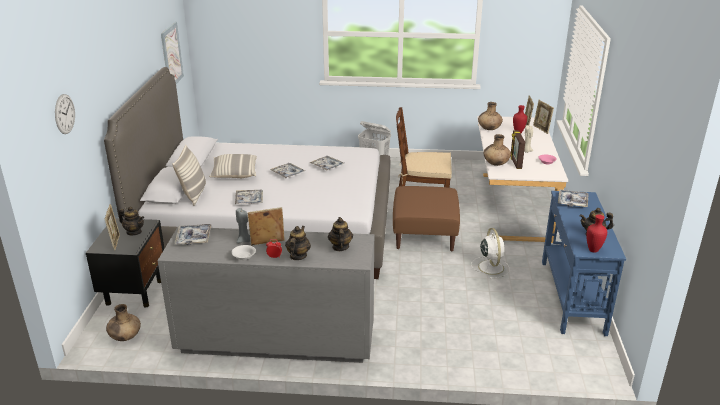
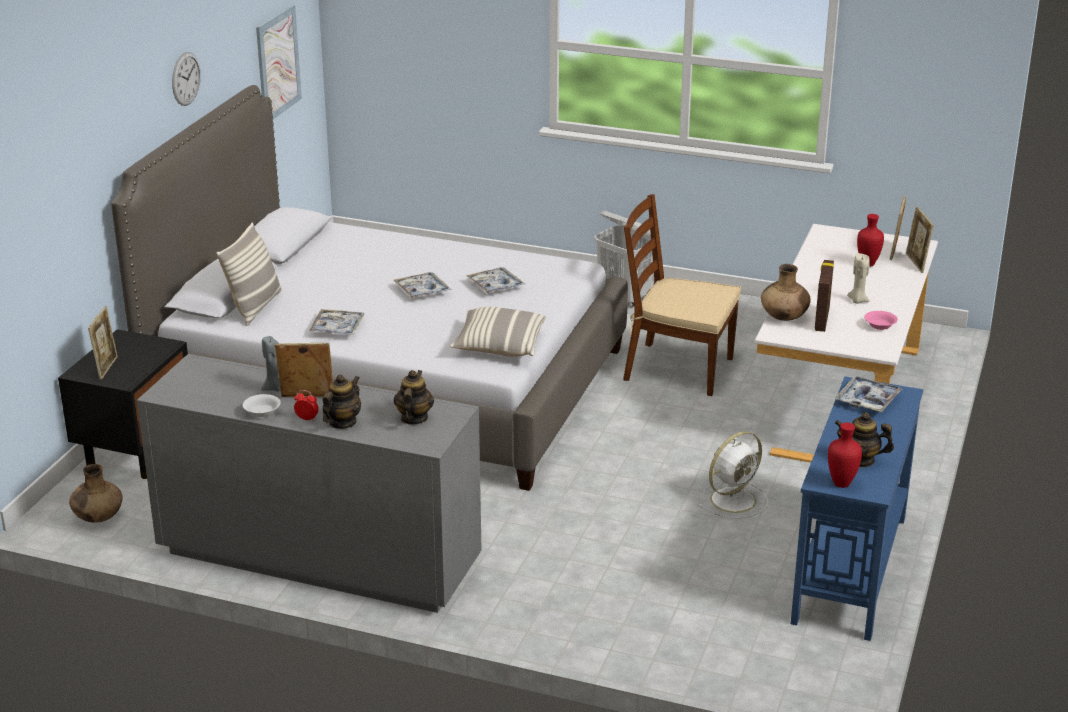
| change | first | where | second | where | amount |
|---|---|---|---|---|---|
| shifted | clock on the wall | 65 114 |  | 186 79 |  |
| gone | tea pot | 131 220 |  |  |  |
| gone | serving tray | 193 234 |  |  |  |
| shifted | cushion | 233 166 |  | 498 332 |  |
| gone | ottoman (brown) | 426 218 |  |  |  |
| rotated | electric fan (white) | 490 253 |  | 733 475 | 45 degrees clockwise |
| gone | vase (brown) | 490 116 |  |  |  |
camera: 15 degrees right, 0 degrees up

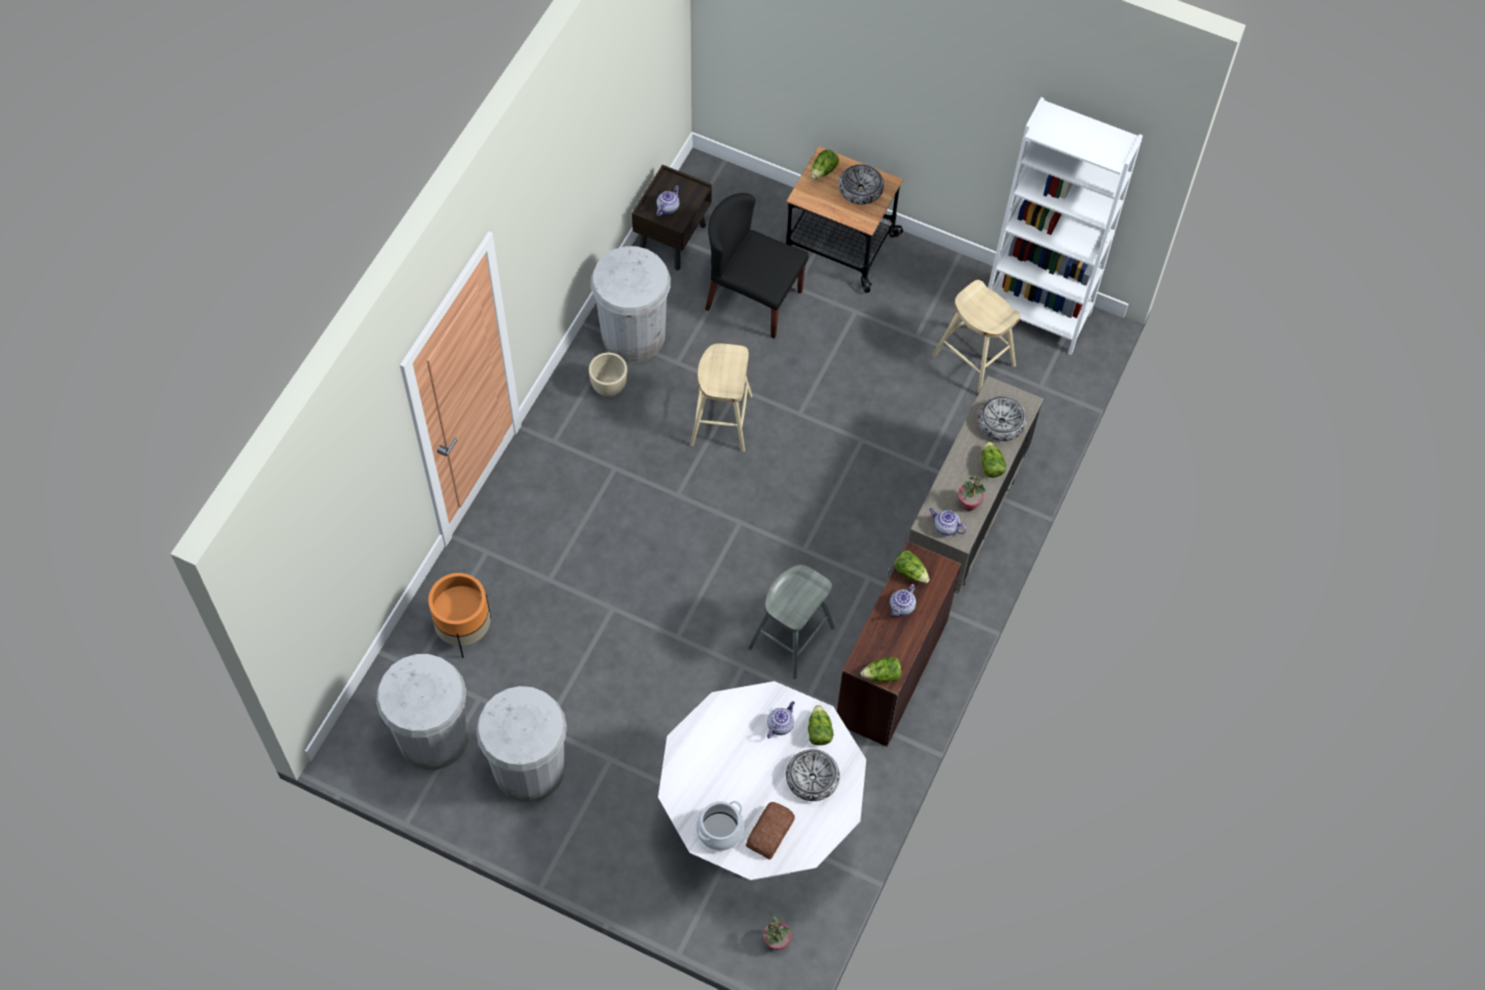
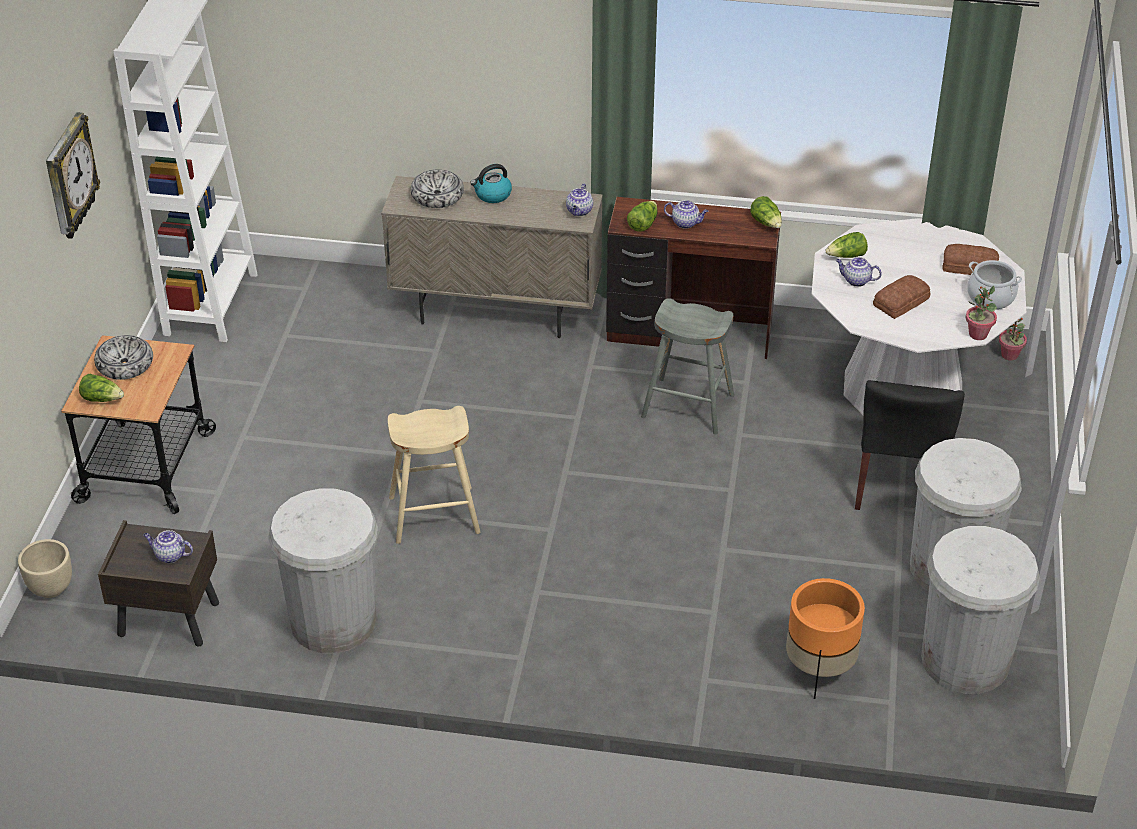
| change | first | where | second | where | amount |
|---|---|---|---|---|---|
| shifted | planter (sand-coloured) | 608 374 |  | 45 568 |  |
| shifted | plain chair (black) | 757 266 |  | 910 445 |  |
| gone | deep dish | 813 775 |  |  |  |
| gone | stool seat (sand-coloured) | 976 336 |  |  |  |
| shifted | houseplant | 972 493 |  | 981 313 |  |
| swapped | head of lettuce | 993 459 | water kettle | 491 183 |  |
| new |  |  | clock on the wall | 73 175 |  |
| new |  |  | bread | 901 297 |  |
camera: 105 degrees left, 20 degrees down

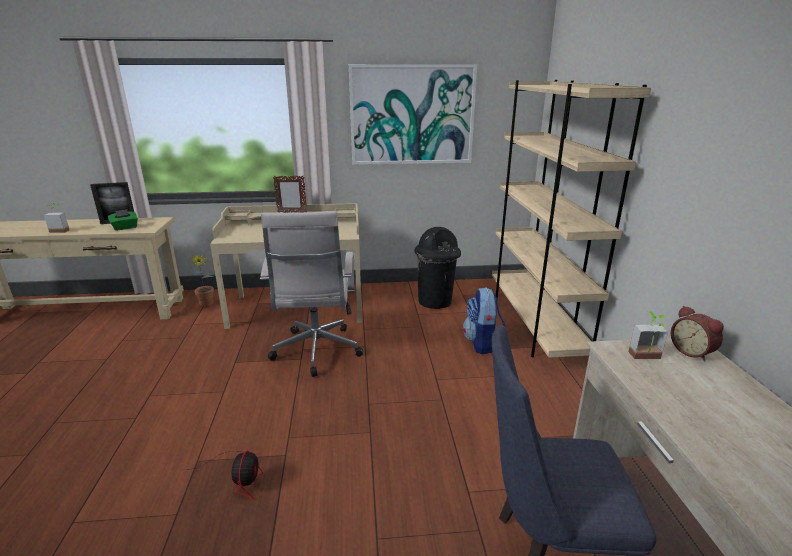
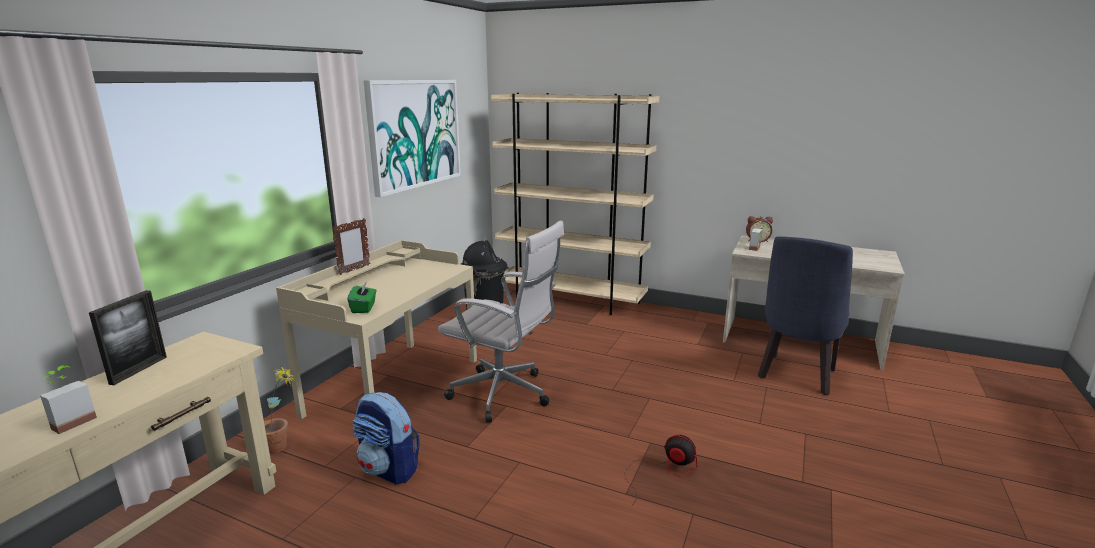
| change | first | where | second | where | amount |
|---|---|---|---|---|---|
| shifted | tissue holder (green-coloured) | 123 220 |  | 362 297 |  |
| shifted | rucksack | 484 320 |  | 385 438 |  |
camera: 60 degrees left, 5 degrees down

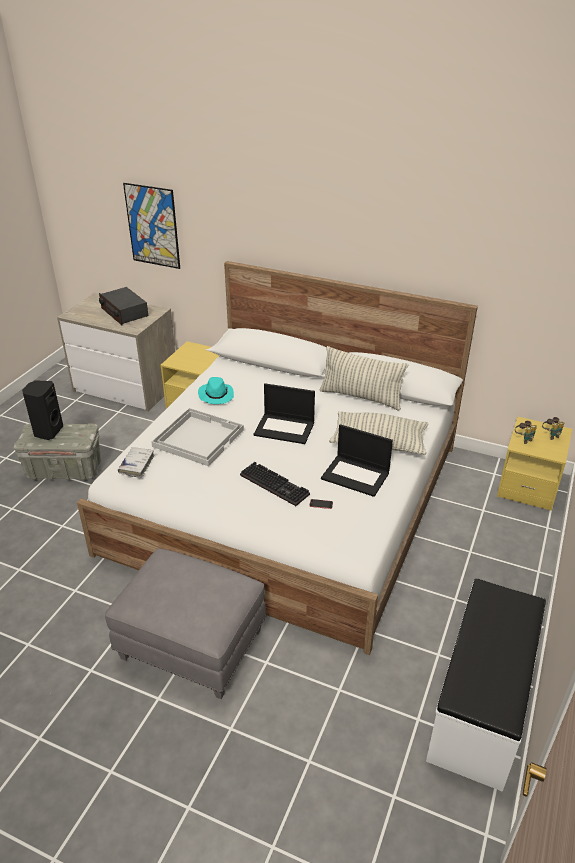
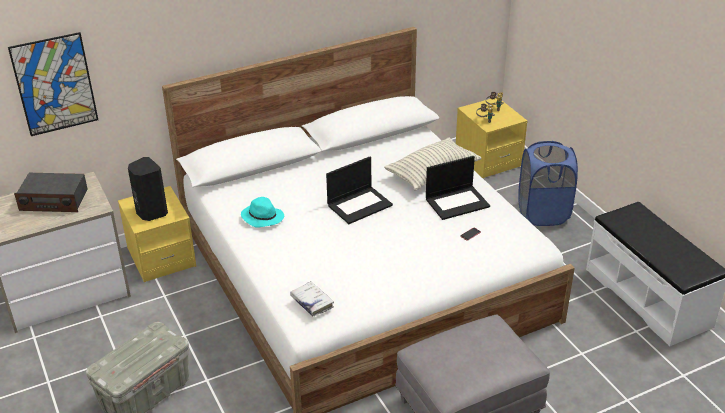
| change | first | where | second | where | amount |
|---|---|---|---|---|---|
| shifted | speaker (black) | 42 410 |  | 148 189 |  |
| gone | serving tray (white) | 197 437 |  |  |  |
| gone | computer keyboard | 275 483 |  |  |  |
| gone | cushion | 364 378 |  |  |  |
| new |  |  | laundry basket (blue-coloured) | 548 183 |  |
camera: 50 degrees left, 0 degrees up

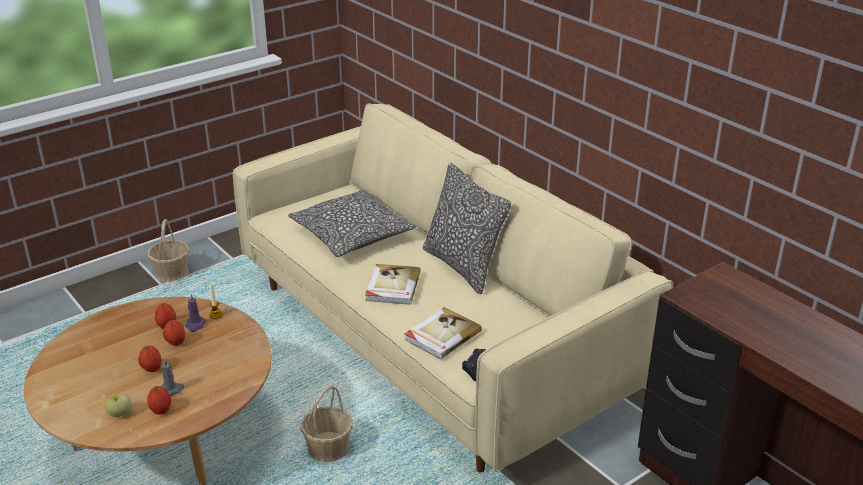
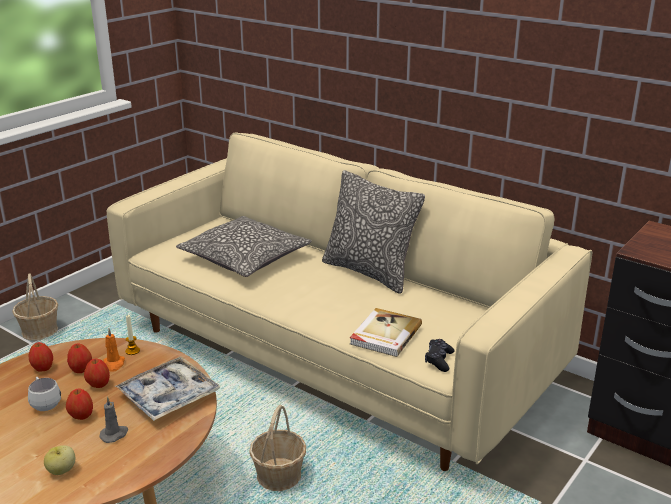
| change | first | where | second | where | amount |
|---|---|---|---|---|---|
| shifted | whole apple | 159 400 |  | 40 357 |  |
| repainted | candle (purple) | 196 313 | candle (orangey) | 114 350 |  |
| gone | book | 393 284 |  |  |  |
| new |  |  | mug (white) | 44 394 |  |
| new |  |  | serving tray | 168 388 |  |
camera: 15 degrees left, 5 degrees down

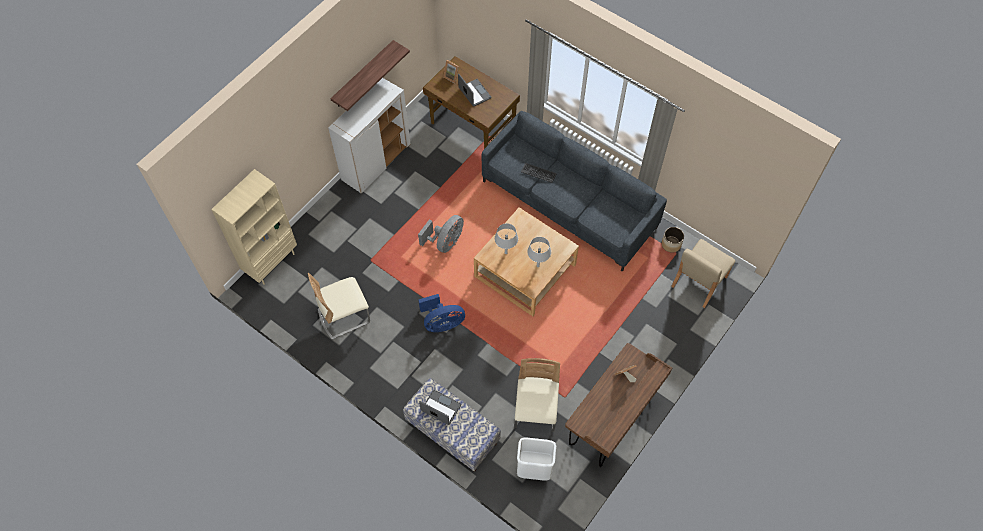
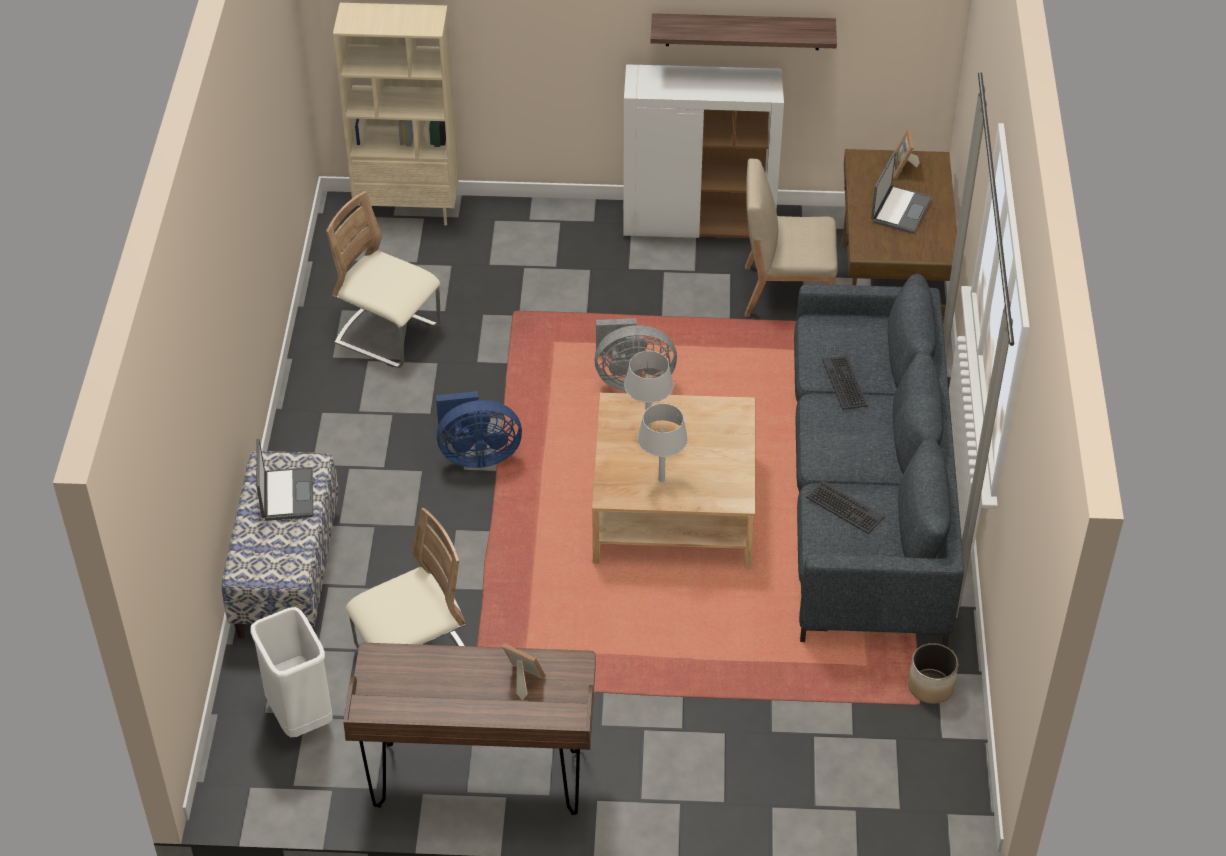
| change | first | where | second | where | amount |
|---|---|---|---|---|---|
| rotated | electric fan (blue-coloured) | 441 313 |  | 479 429 | 45 degrees counterclockwise |
| shifted | plain chair (sand-coloured) | 703 273 |  | 791 238 |  |
| new |  |  | computer keyboard | 845 507 |  |
camera: 55 degrees right, 15 degrees down

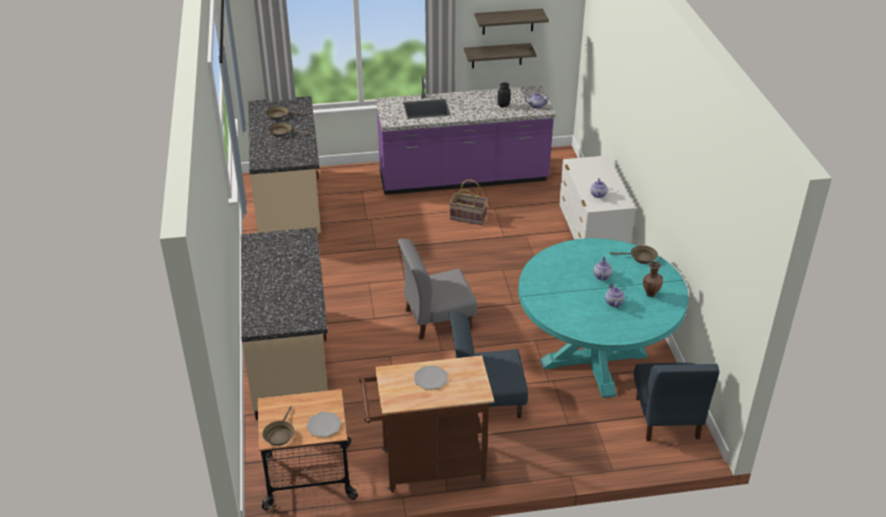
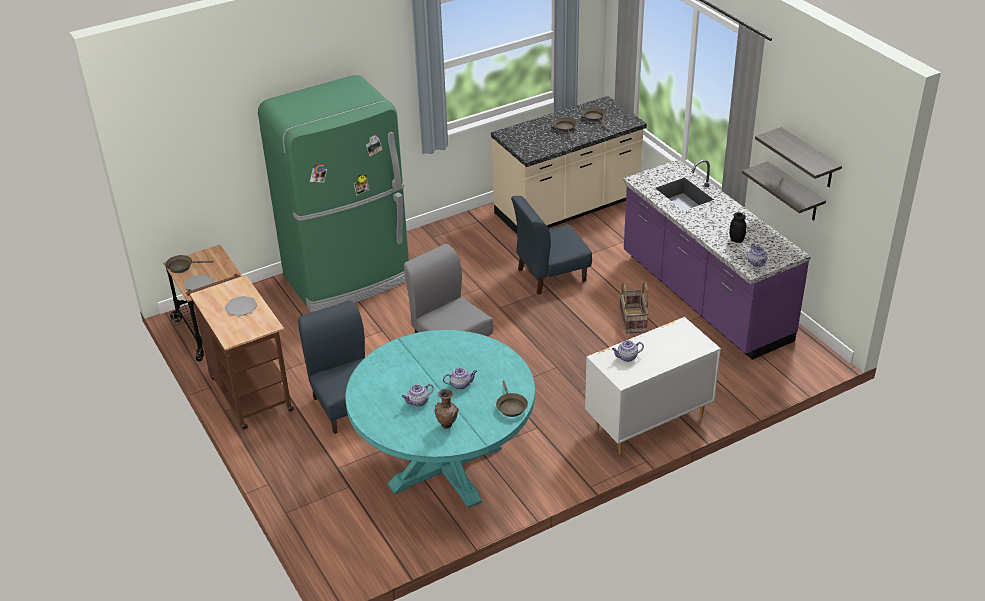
| change | first | where | second | where | amount |
|---|---|---|---|---|---|
| swapped | kitchen base unit (sand-coloured) | 284 323 | fridge (green-coloured) | 333 193 |  |
| shifted | plain chair (blue-coloured) | 676 402 |  | 551 245 |  |
camera: 70 degrees right, 0 degrees up

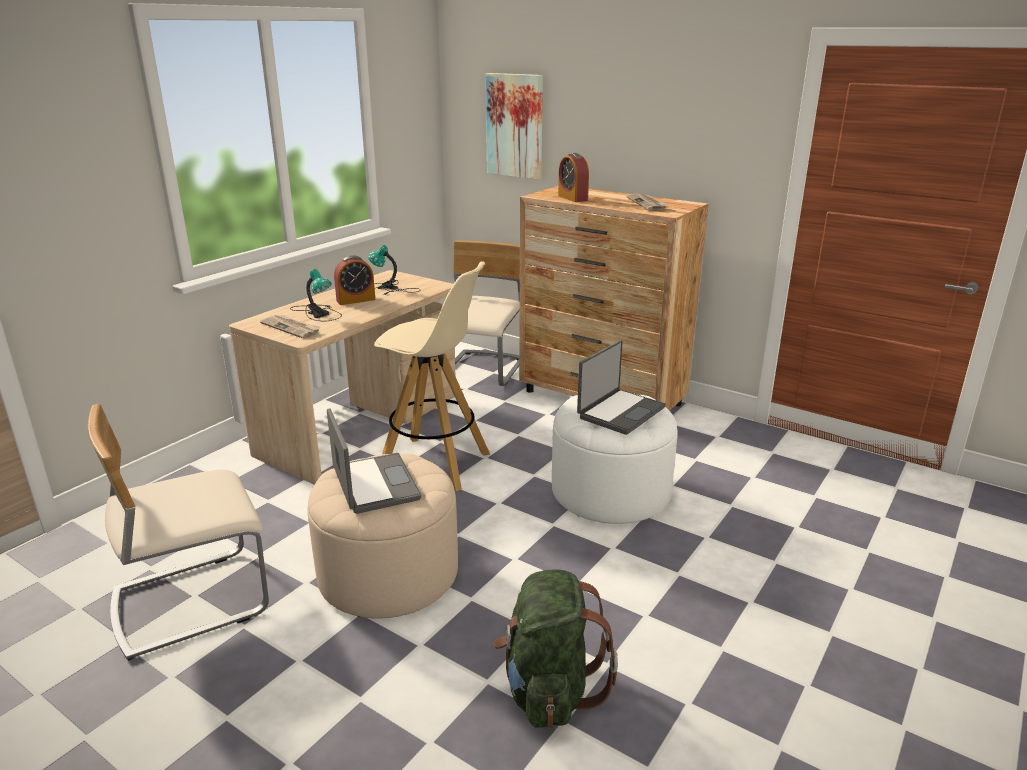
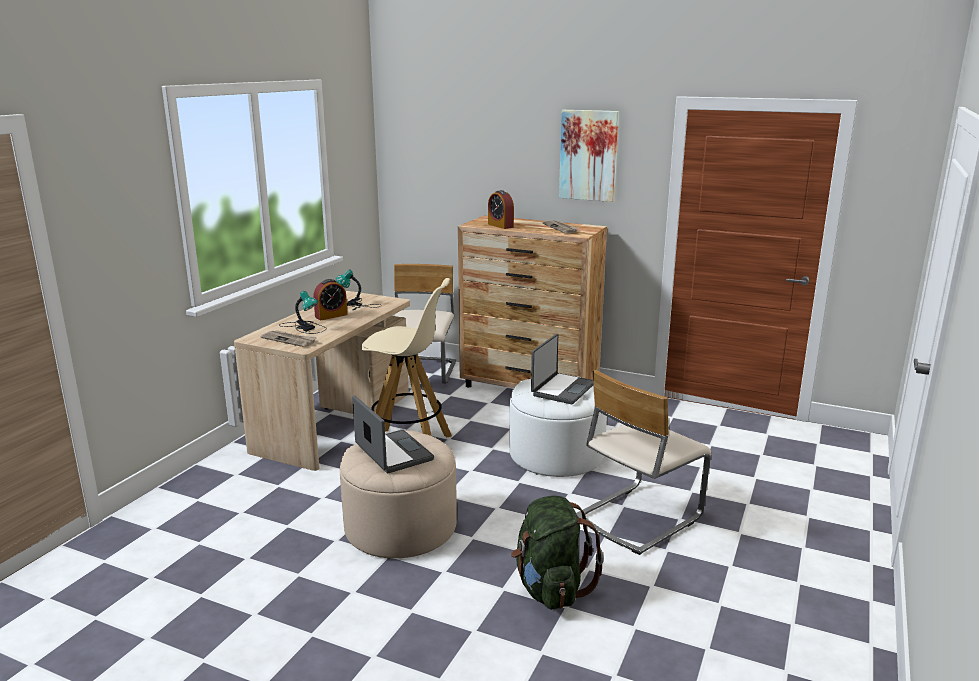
| change | first | where | second | where | amount |
|---|---|---|---|---|---|
| shifted | plain chair (sand-coloured) | 178 532 |  | 643 462 |  |
| shifted | picture | 514 126 |  | 589 156 |  |
camera: 10 degrees left, 5 degrees down

